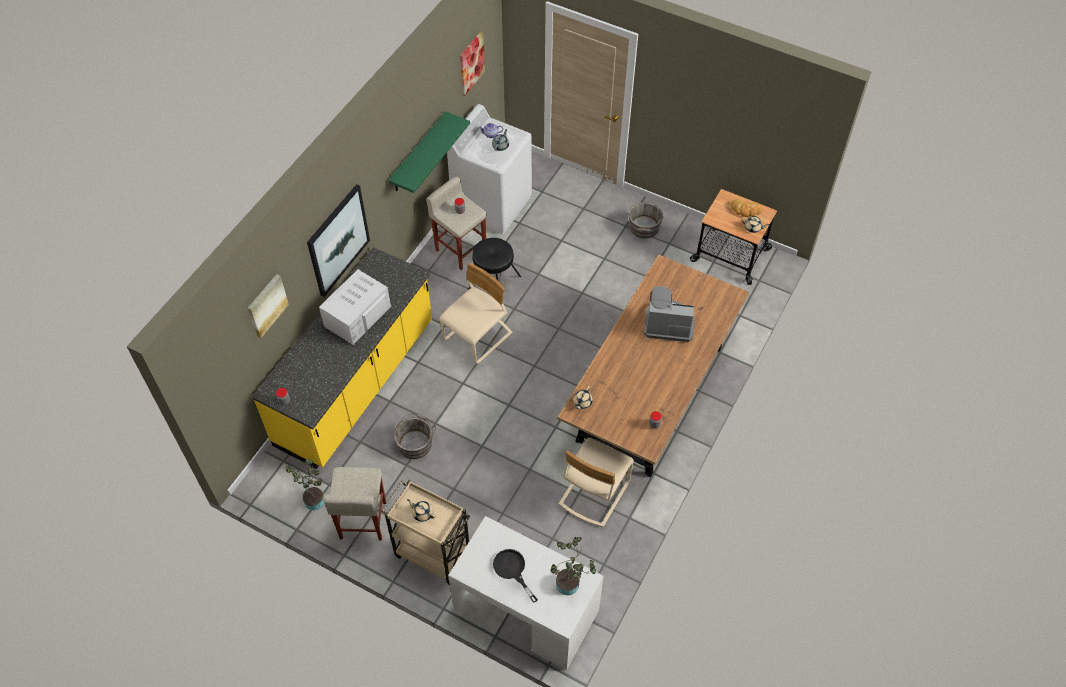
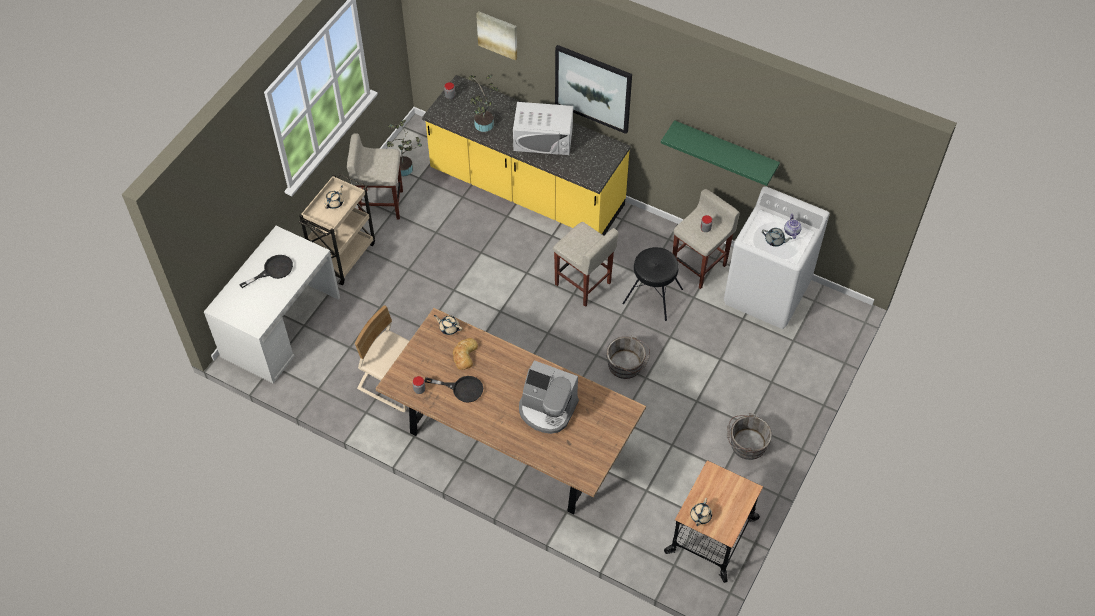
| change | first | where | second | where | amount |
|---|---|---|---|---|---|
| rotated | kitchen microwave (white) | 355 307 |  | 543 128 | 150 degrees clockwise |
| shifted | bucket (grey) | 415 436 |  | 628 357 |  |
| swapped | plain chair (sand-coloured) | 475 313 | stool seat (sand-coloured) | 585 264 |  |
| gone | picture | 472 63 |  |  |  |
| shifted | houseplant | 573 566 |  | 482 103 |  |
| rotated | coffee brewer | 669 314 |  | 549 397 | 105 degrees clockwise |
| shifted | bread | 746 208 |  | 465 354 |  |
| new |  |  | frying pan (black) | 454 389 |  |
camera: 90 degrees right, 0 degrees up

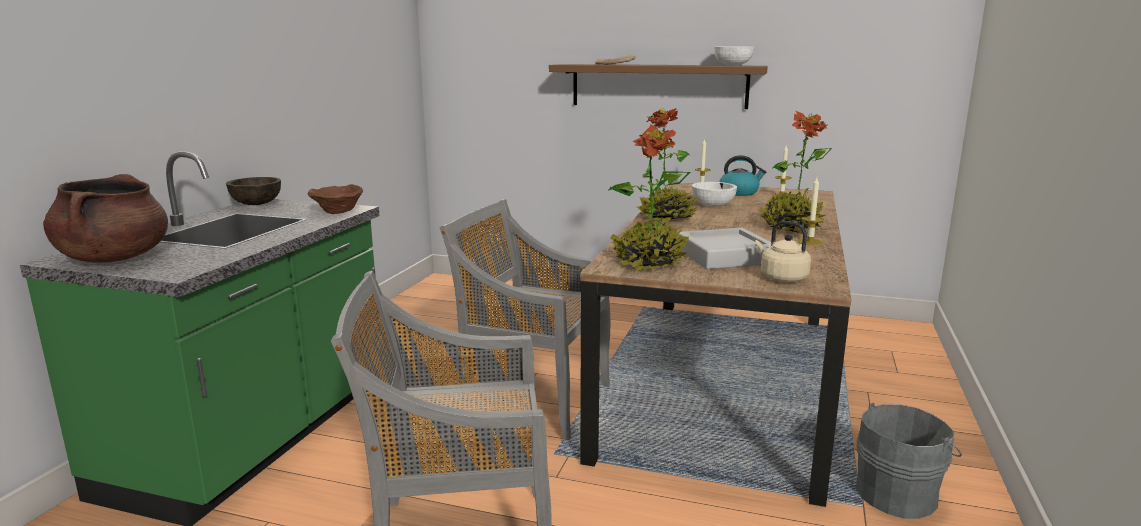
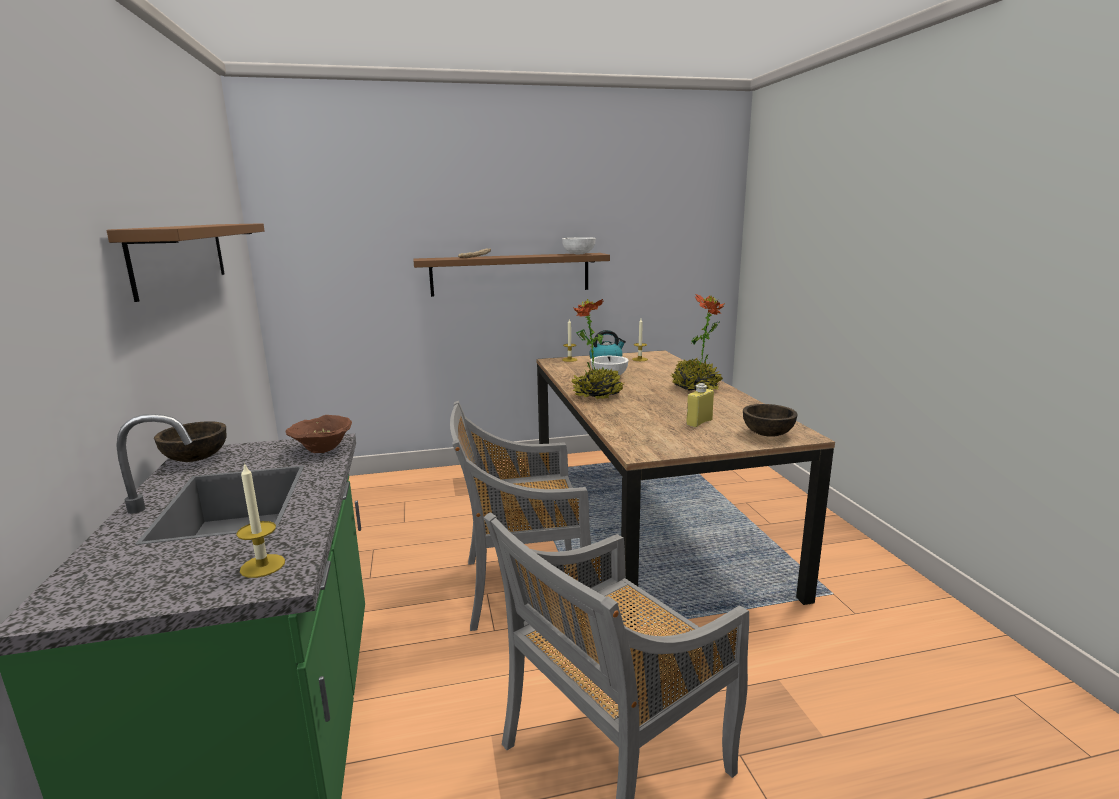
| change | first | where | second | where | amount |
|---|---|---|---|---|---|
| gone | stockpot (brown) | 105 218 |  |  |  |
| gone | houseplant | 649 198 |  |  |  |
| swapped | serving tray (grey) | 724 248 | beverage bottle (yellowish) | 700 405 |  |
| swapped | water kettle (sand-coloured) | 783 251 | deep dish (brown) | 770 420 |  |
| shifted | candle | 811 212 |  | 260 520 |  |
| gone | bucket (grey) | 909 461 |  |  |  |
| new |  |  | bracket shelf (brown) | 185 262 |  |
camera: 30 degrees left, 0 degrees up

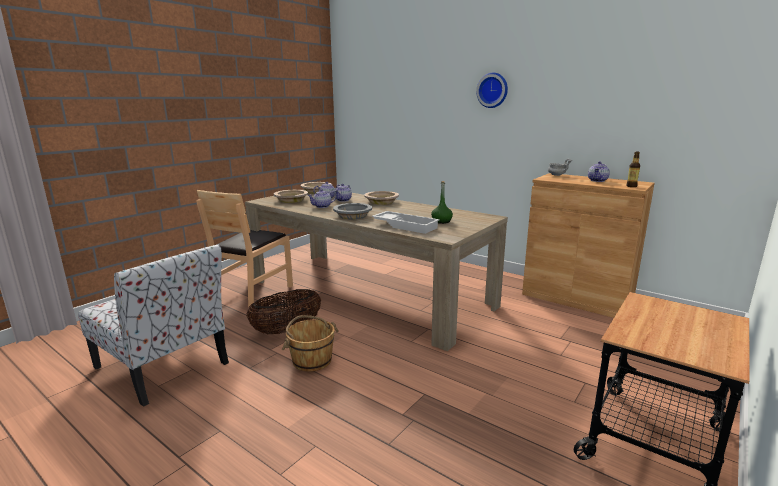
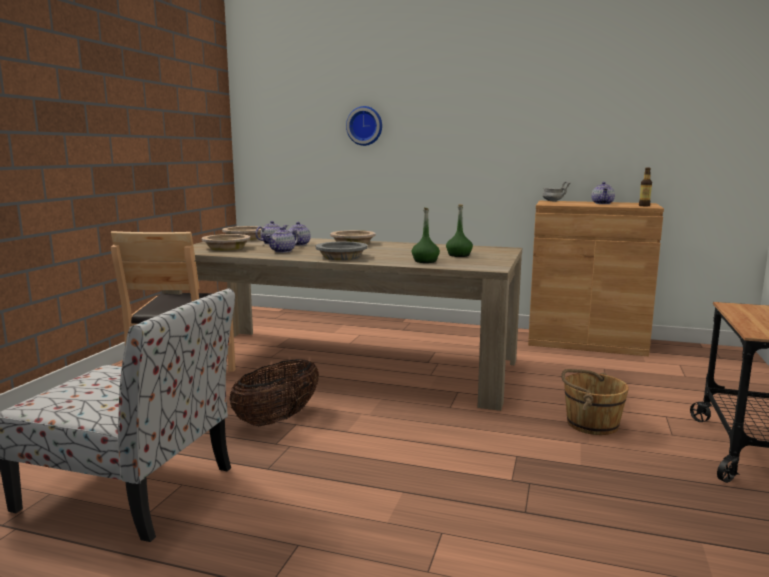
| change | first | where | second | where | amount |
|---|---|---|---|---|---|
| shifted | bucket (brown) | 310 343 |  | 595 402 |  |
| swapped | serving tray (white) | 406 222 | beverage bottle (green-coloured) | 426 235 |  |
| shifted | clock on the wall | 492 90 |  | 364 126 |  |
camera: 20 degrees left, 5 degrees down

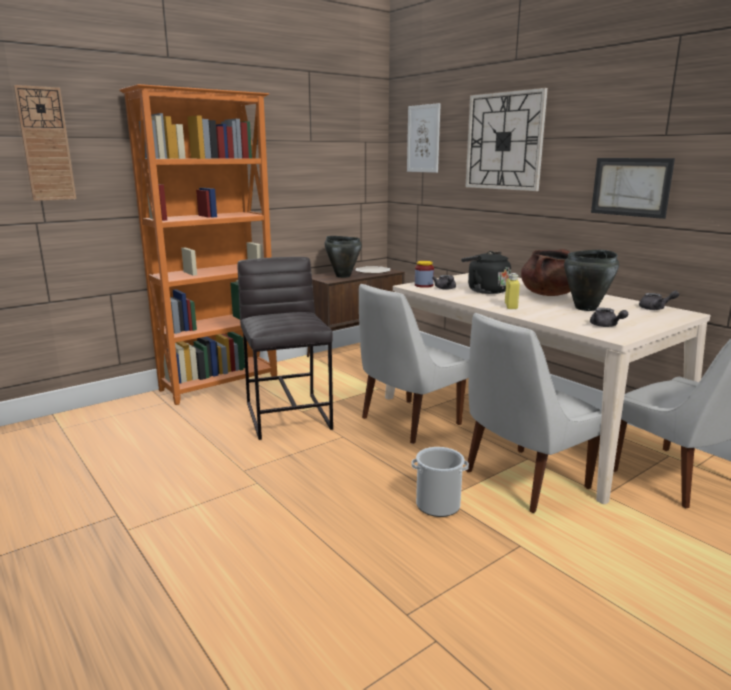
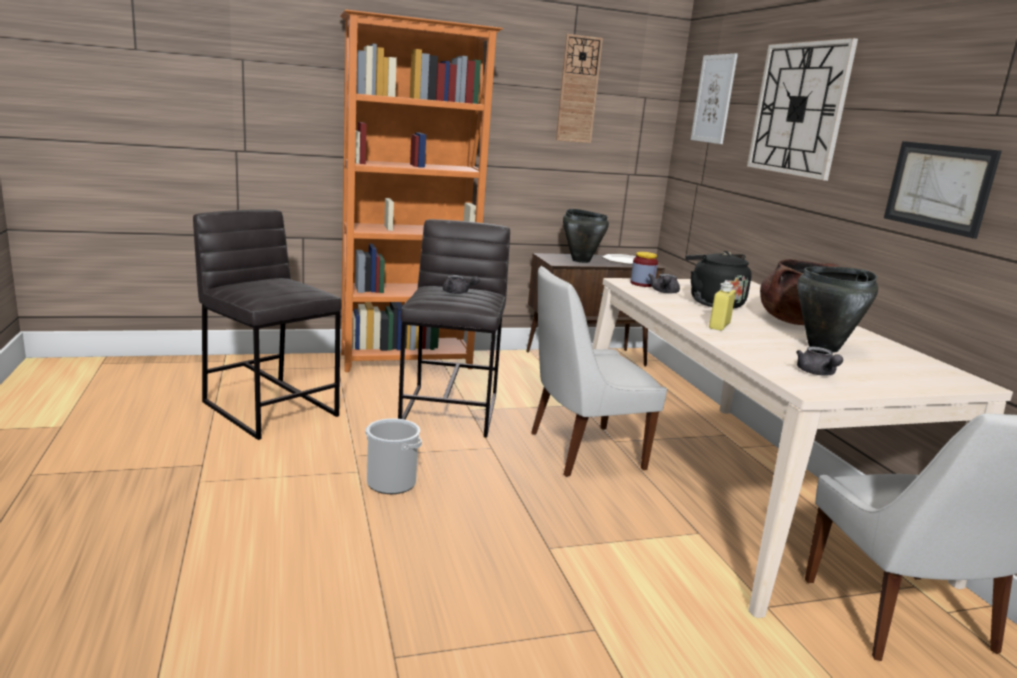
| change | first | where | second | where | amount |
|---|---|---|---|---|---|
| shifted | clock on the wall | 45 143 |  | 579 88 |  |
| shifted | bucket | 440 482 |  | 393 456 |  |
| gone | plain chair (white) | 534 413 |  |  |  |
| shifted | tea pot (grey) | 659 300 |  | 461 284 |  |
| new |  |  | stool seat (grey) | 267 324 |  |
camera: 20 degrees right, 0 degrees up

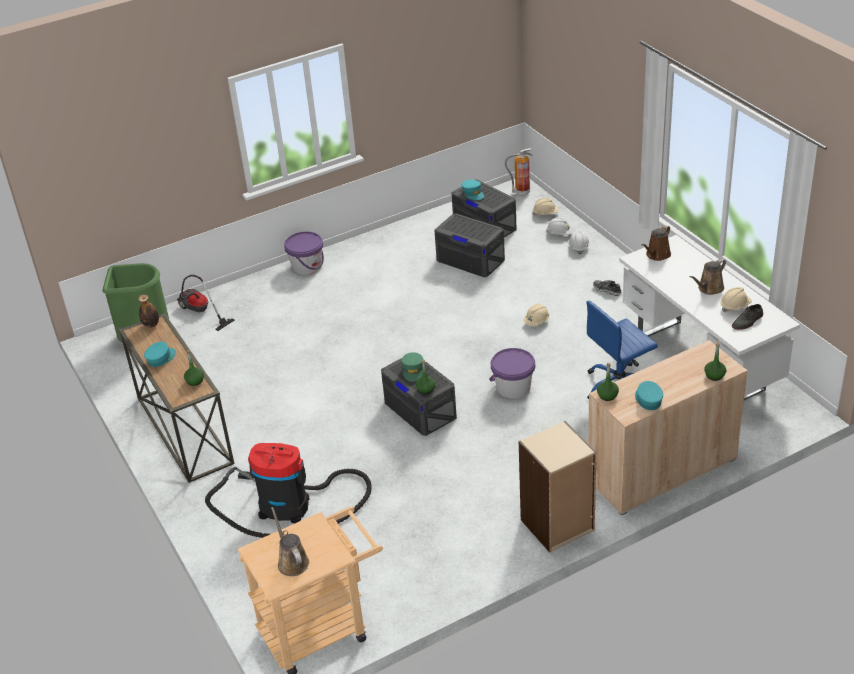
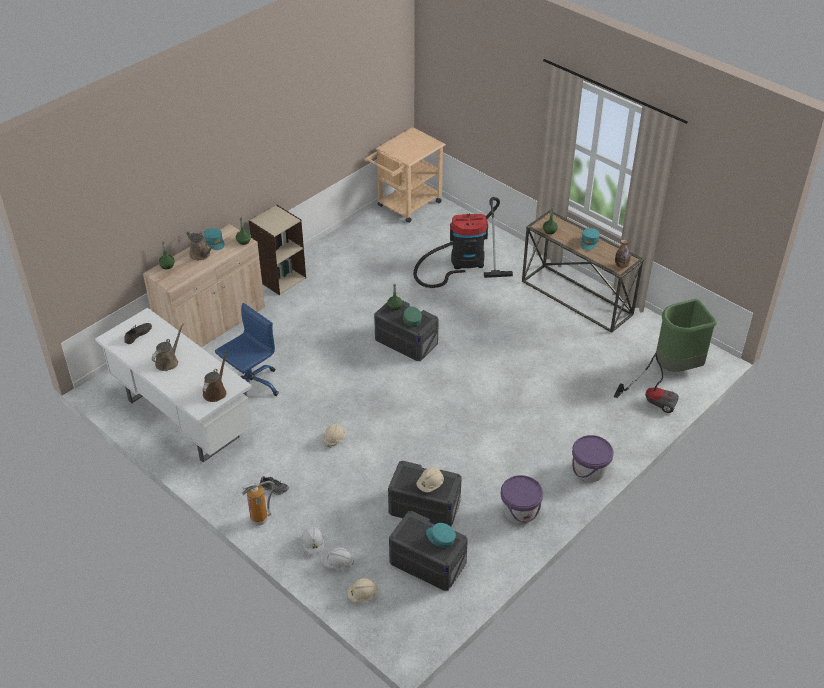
| change | first | where | second | where | amount |
|---|---|---|---|---|---|
| shifted | sprinkling can (brown) | 290 541 |  | 201 245 |  |
| shifted | bucket (purple) | 512 373 |  | 522 499 |  |
| shifted | extinguisher | 519 172 |  | 258 503 |  |
| shifted | safety helmet (sand-coloured) | 736 299 |  | 430 479 |  |
camera: 160 degrees right, 5 degrees up

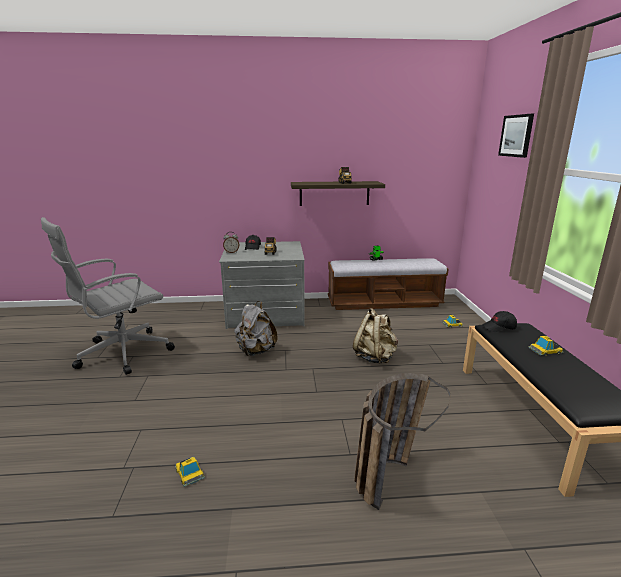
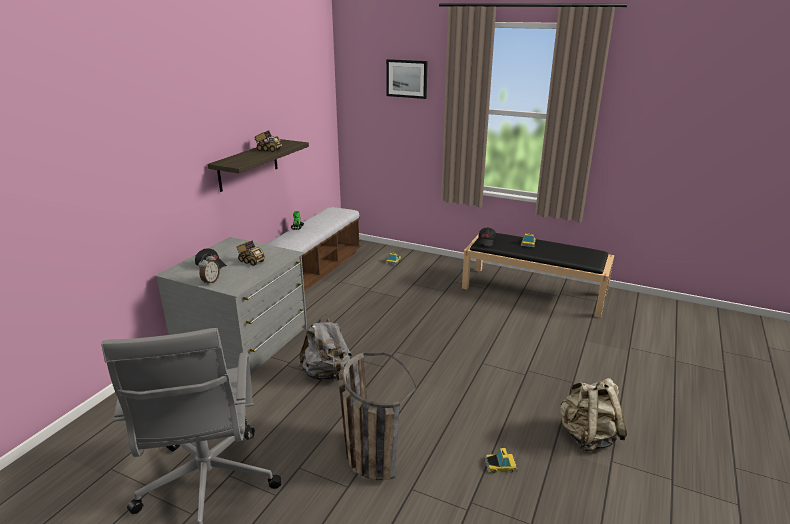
| change | first | where | second | where | amount |
|---|---|---|---|---|---|
| shifted | rucksack (sand-coloured) | 375 335 |  | 593 414 |  |
| shifted | basket | 402 441 |  | 377 416 |  |
camera: 60 degrees left, 5 degrees up

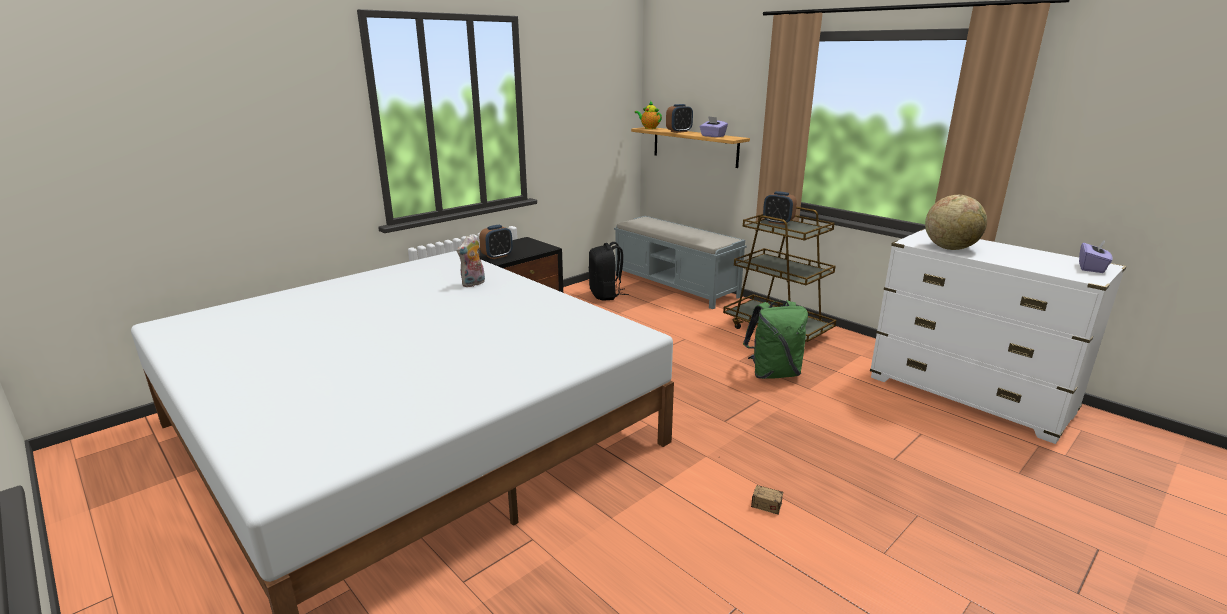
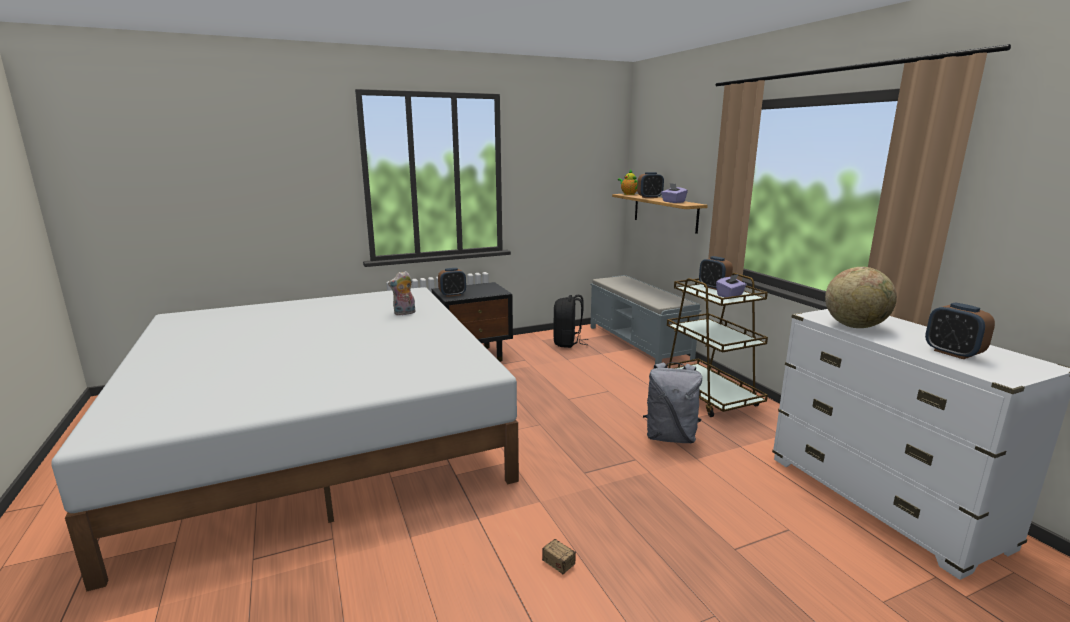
| change | first | where | second | where | amount |
|---|---|---|---|---|---|
| repainted | rucksack (green-coloured) | 775 339 | rucksack (grey) | 672 402 |  |
| shifted | tissue holder (purple) | 1096 256 |  | 731 285 |  |
| new |  |  | table clock | 960 330 |  |
camera: 20 degrees right, 5 degrees down

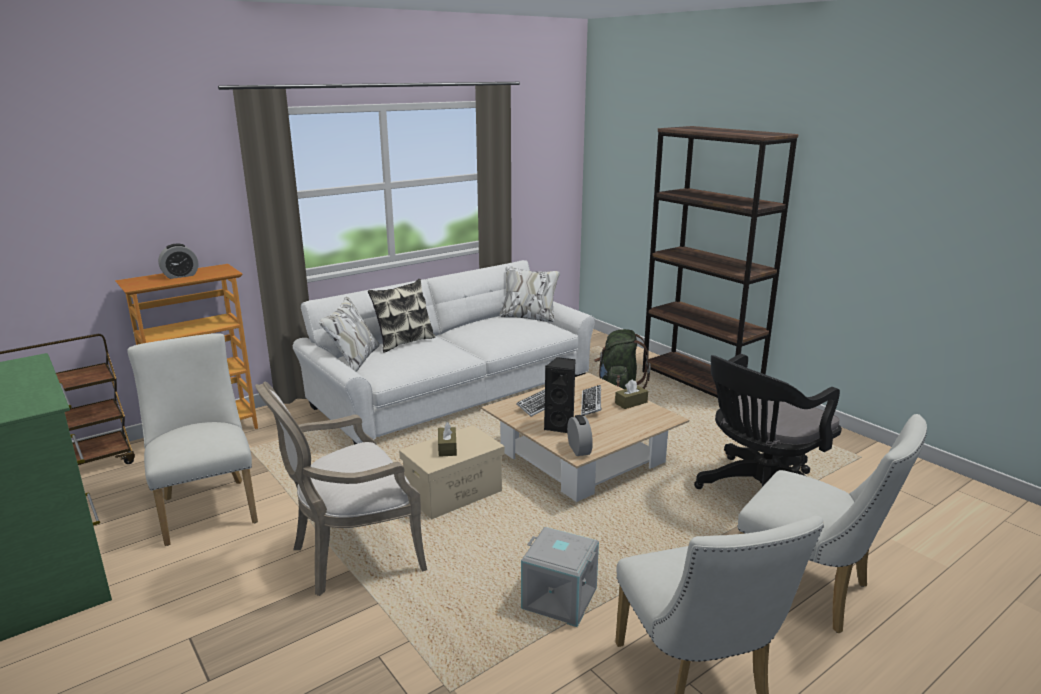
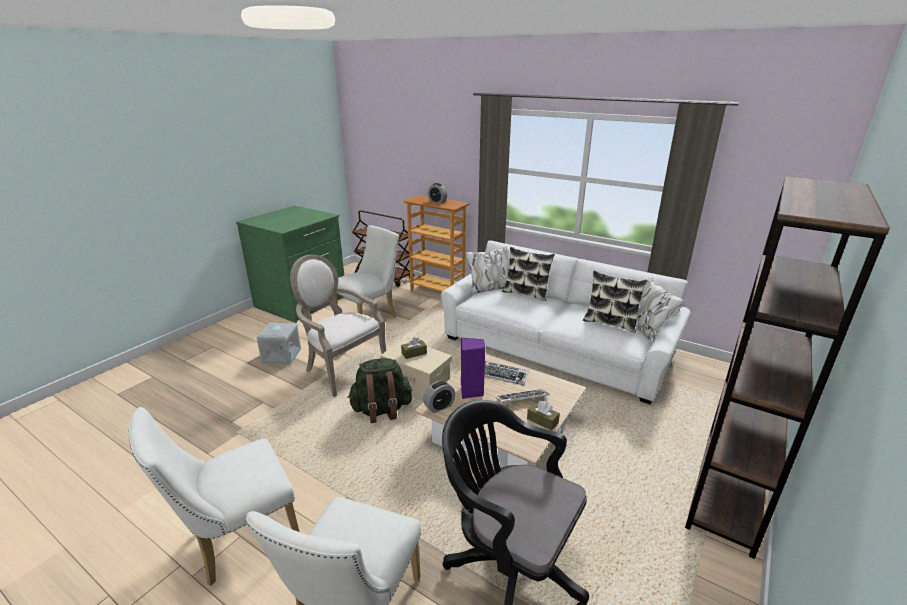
| change | first | where | second | where | amount |
|---|---|---|---|---|---|
| shifted | storage container (grey) | 560 577 |  | 279 343 |  |
| repainted | speaker (black) | 560 395 | speaker (purple) | 473 368 |  |
| shifted | rucksack (green-coloured) | 622 359 |  | 379 390 |  |
| new |  |  | cushion | 615 302 |  |
camera: 70 degrees right, 5 degrees up

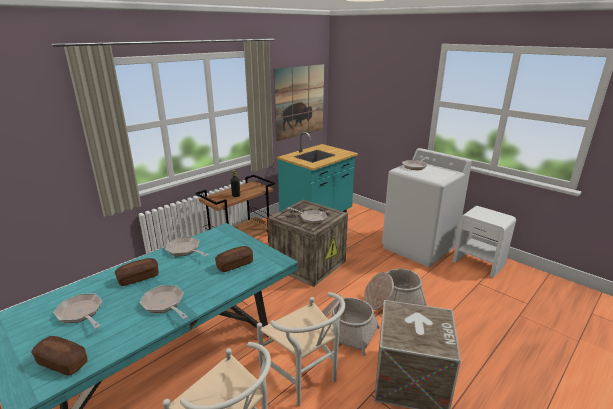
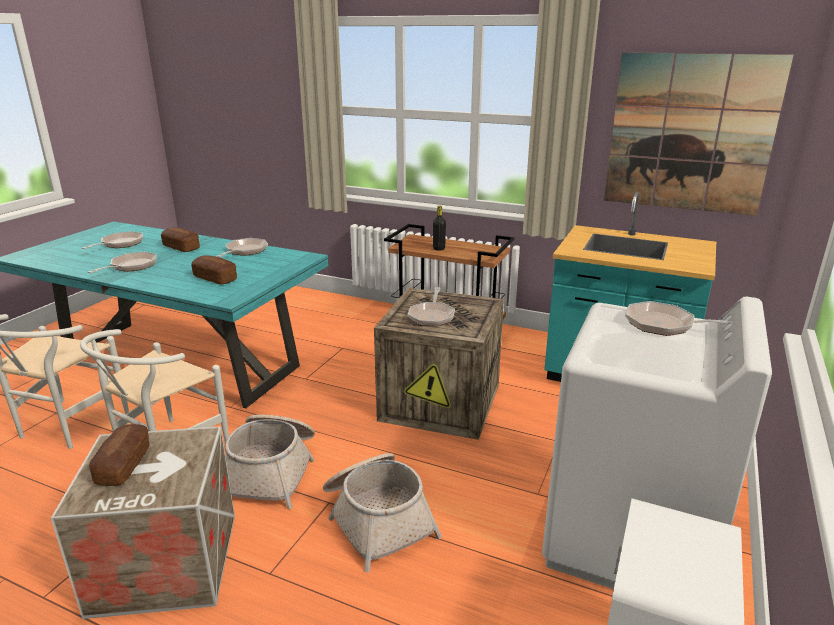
| change | first | where | second | where | amount |
|---|---|---|---|---|---|
| shifted | bread | 59 355 |  | 119 455 |  |
camera: 70 degrees right, 0 degrees up

